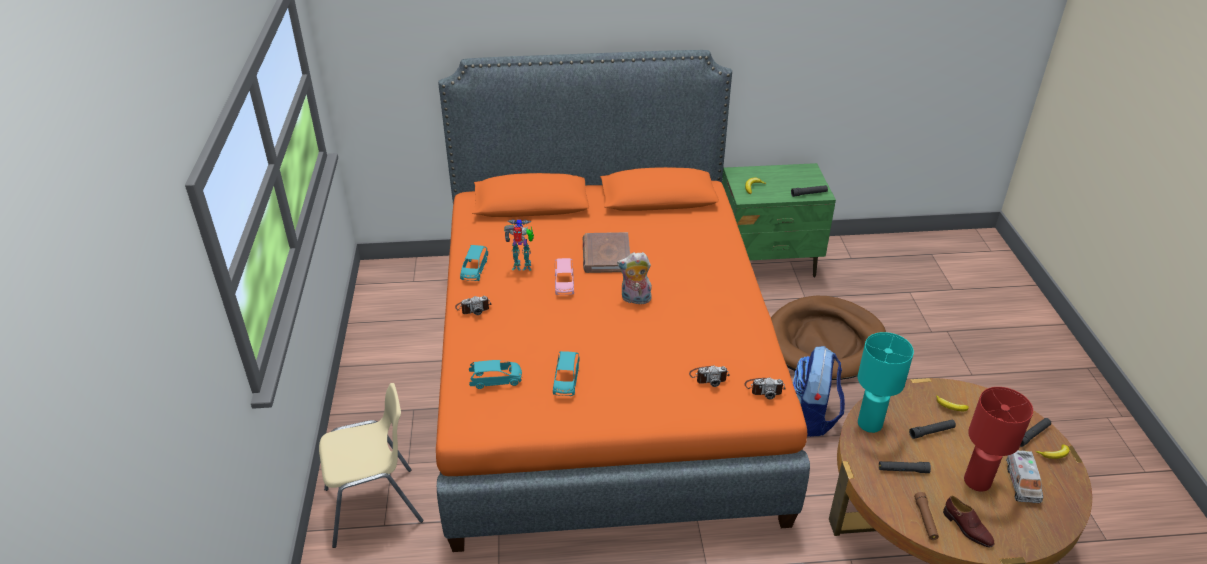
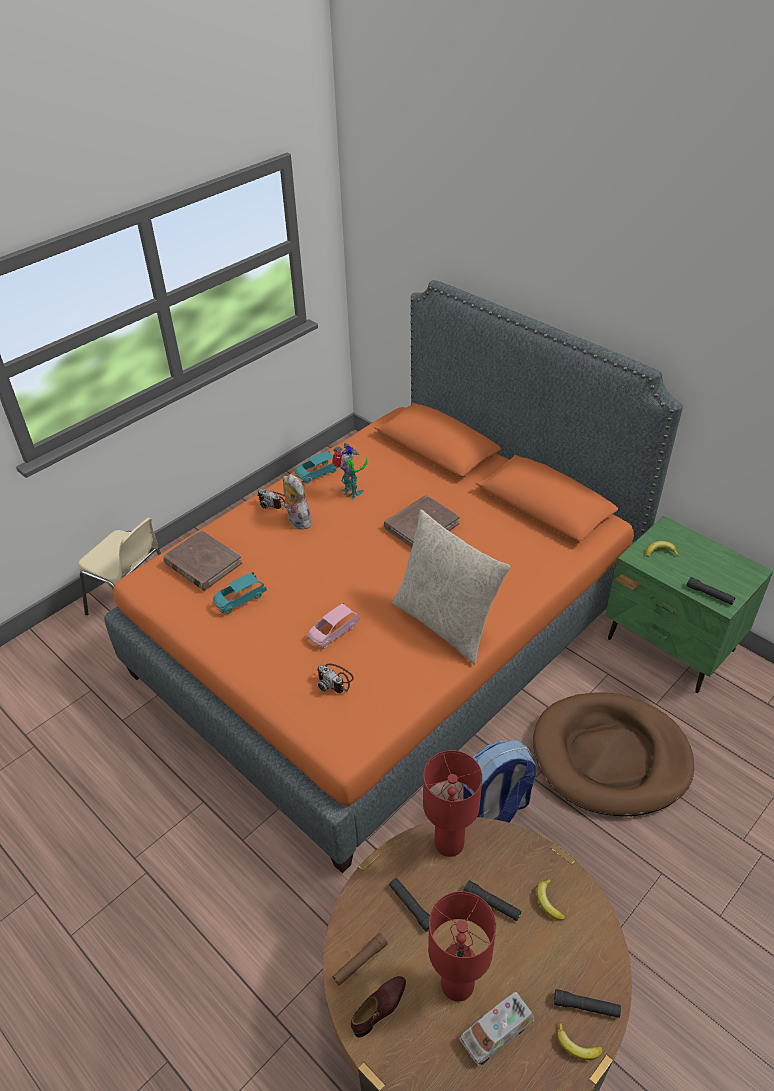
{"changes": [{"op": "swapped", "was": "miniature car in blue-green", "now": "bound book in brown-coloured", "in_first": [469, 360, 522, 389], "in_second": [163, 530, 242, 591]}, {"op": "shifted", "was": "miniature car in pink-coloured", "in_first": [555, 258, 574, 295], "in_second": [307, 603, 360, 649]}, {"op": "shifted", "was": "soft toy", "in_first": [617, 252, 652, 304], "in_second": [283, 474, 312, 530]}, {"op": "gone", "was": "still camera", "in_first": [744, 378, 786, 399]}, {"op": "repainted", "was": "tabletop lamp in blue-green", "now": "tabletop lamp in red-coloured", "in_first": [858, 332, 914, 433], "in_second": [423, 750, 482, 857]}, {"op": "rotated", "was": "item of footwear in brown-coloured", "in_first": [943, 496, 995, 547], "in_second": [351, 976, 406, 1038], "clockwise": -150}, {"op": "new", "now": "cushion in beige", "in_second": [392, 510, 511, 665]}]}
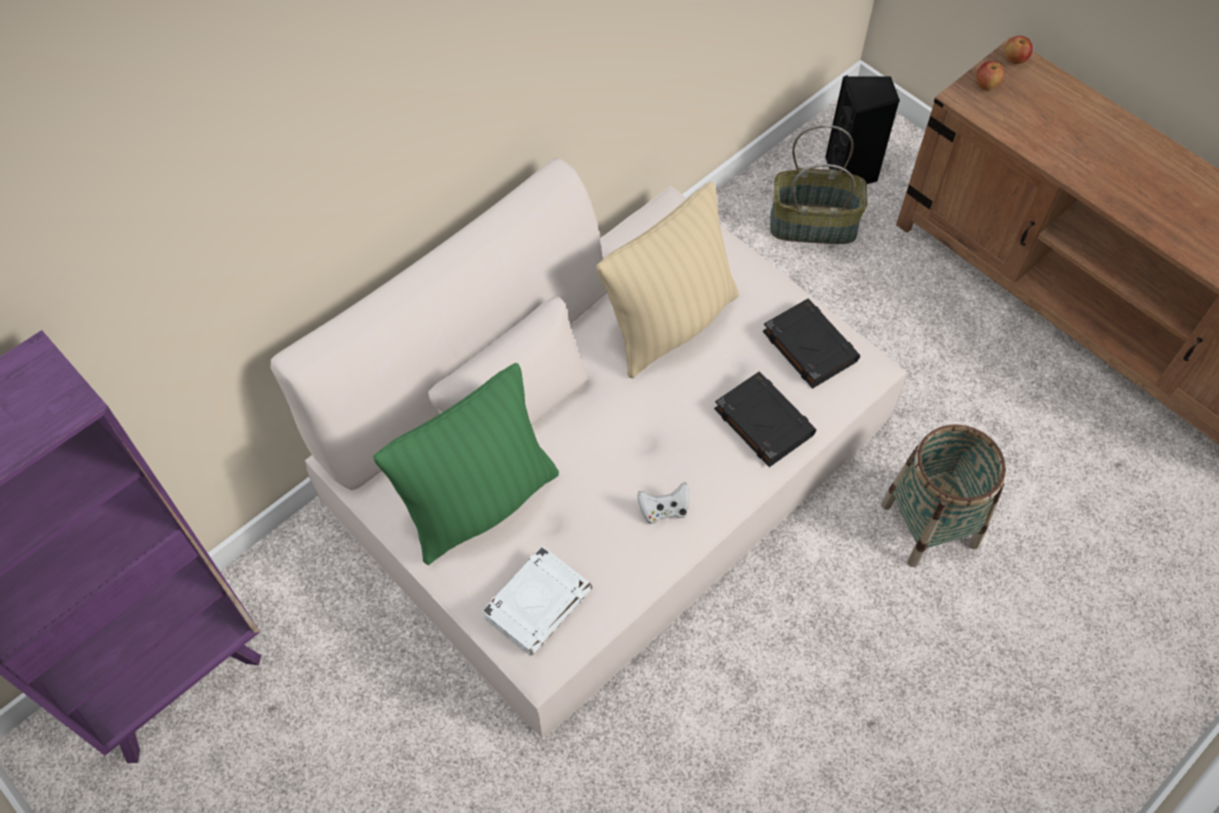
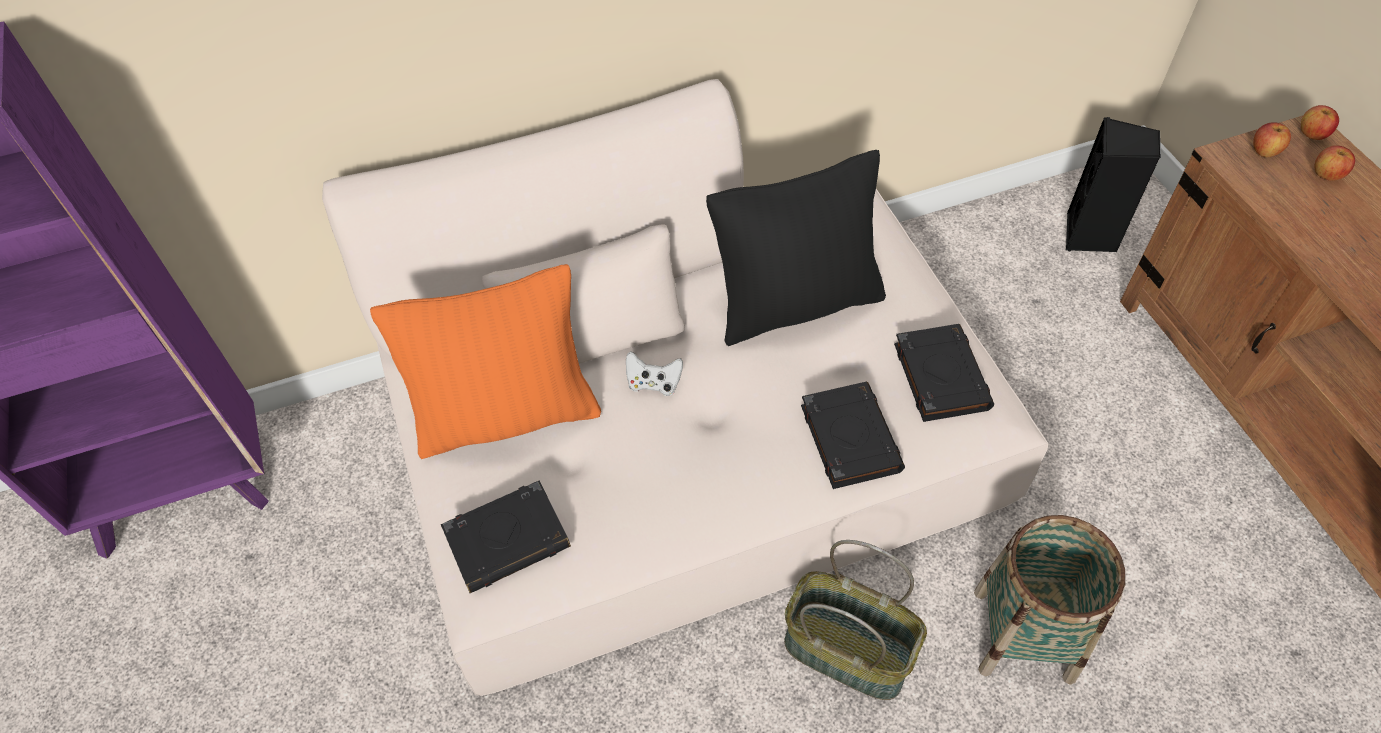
{"changes": [{"op": "repainted", "was": "cushion in greenish", "now": "cushion in orange-coloured", "in_first": [373, 363, 559, 565], "in_second": [370, 264, 601, 459]}, {"op": "repainted", "was": "bound book in whitish", "now": "bound book in black", "in_first": [481, 546, 592, 656], "in_second": [441, 481, 571, 593]}, {"op": "repainted", "was": "cushion in beige", "now": "cushion in black", "in_first": [596, 182, 739, 379], "in_second": [706, 150, 886, 346]}, {"op": "shifted", "was": "joypad in whitish", "in_first": [637, 482, 689, 524], "in_second": [626, 351, 683, 396]}, {"op": "shifted", "was": "basket", "in_first": [770, 125, 868, 244], "in_second": [784, 540, 927, 700]}, {"op": "new", "now": "apple fruit", "in_second": [1315, 145, 1355, 181]}]}
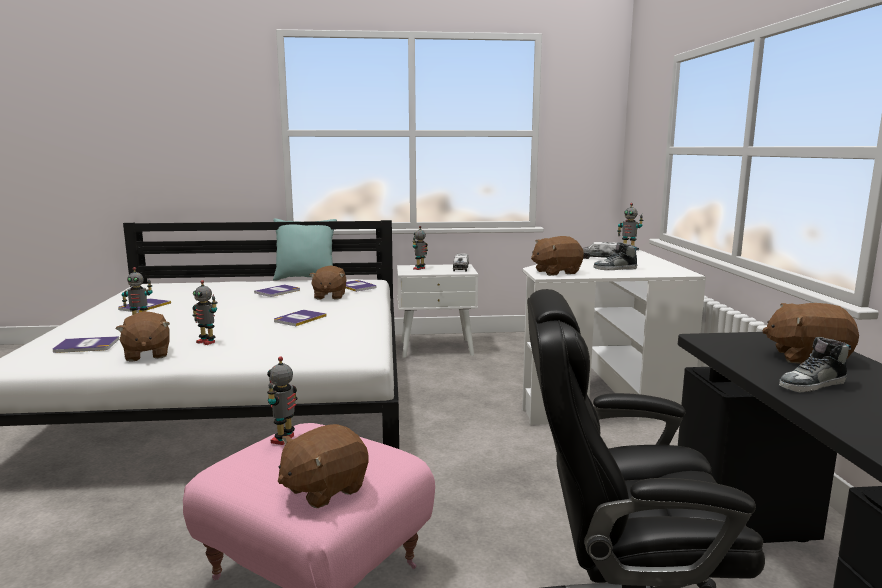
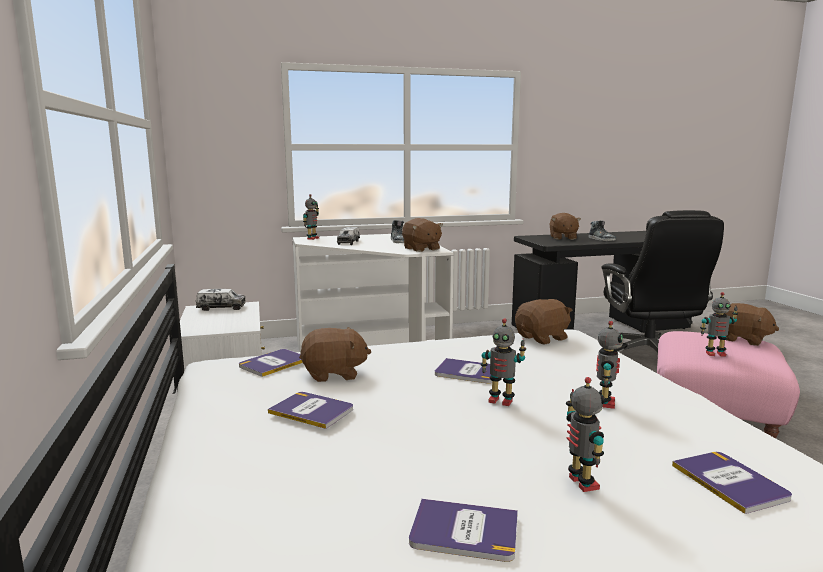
{"changes": [{"op": "shifted", "was": "soft toy in brown-coloured", "in_first": [115, 311, 170, 362], "in_second": [515, 299, 572, 344]}, {"op": "gone", "was": "cushion in blue-green", "in_first": [273, 218, 337, 281]}, {"op": "shifted", "was": "toy robot", "in_first": [412, 226, 428, 270], "in_second": [481, 318, 526, 406]}]}
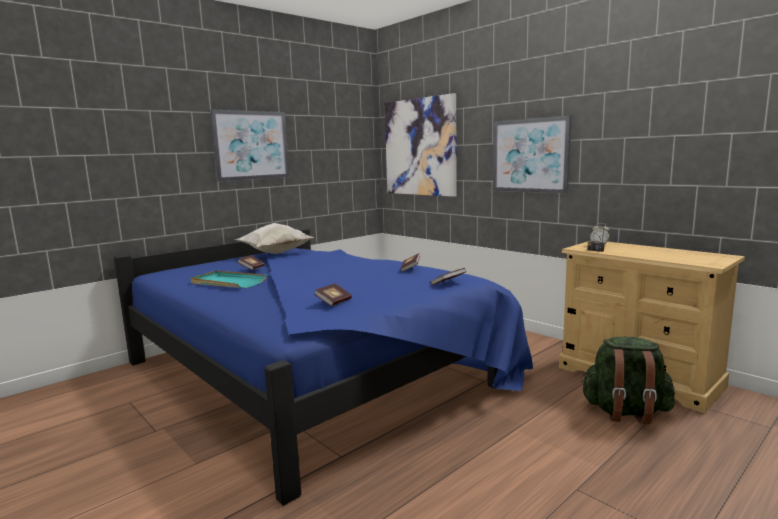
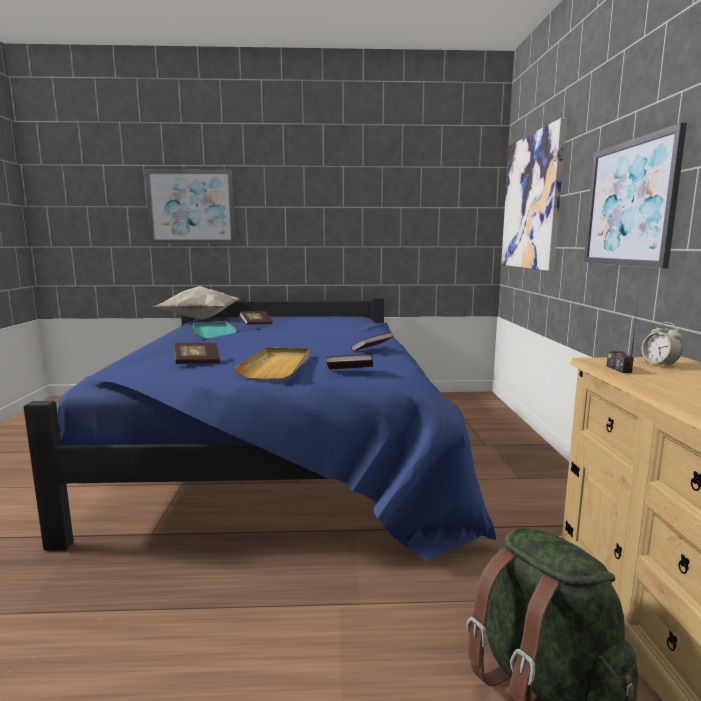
{"changes": [{"op": "shifted", "was": "picture", "in_first": [210, 110, 289, 181], "in_second": [145, 169, 236, 244]}, {"op": "shifted", "was": "cushion in whitish", "in_first": [236, 223, 314, 254], "in_second": [152, 286, 240, 319]}, {"op": "new", "now": "tray in beige", "in_second": [233, 348, 309, 380]}]}
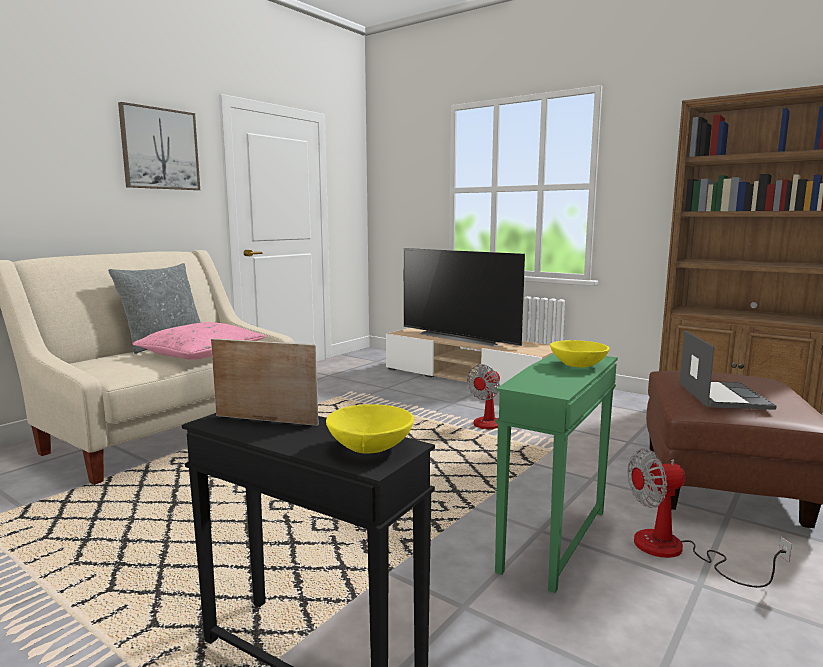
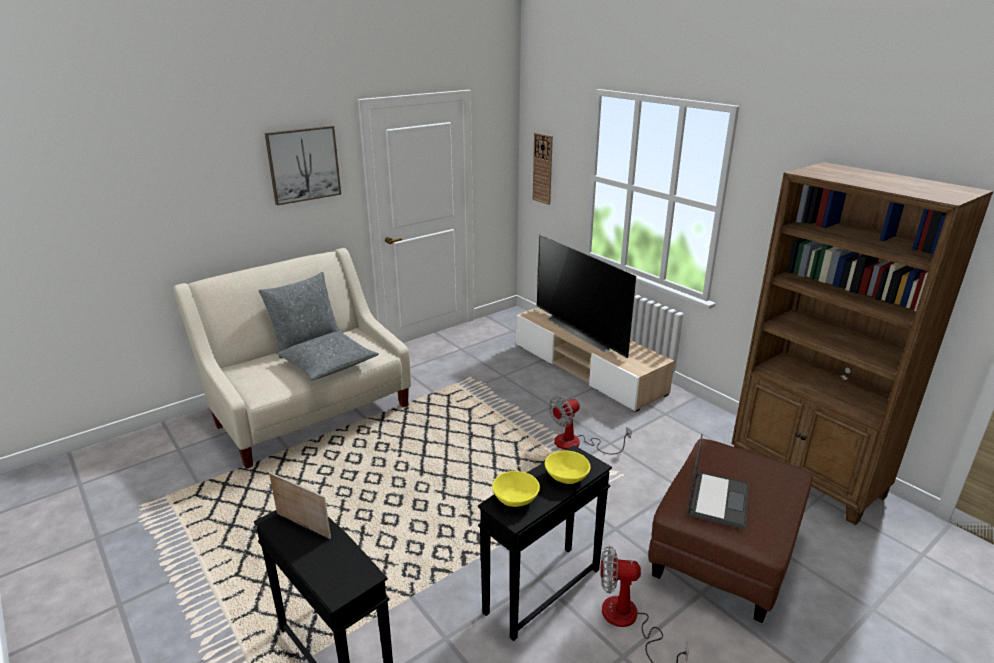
{"changes": [{"op": "repainted", "was": "cushion in pink-coloured", "now": "cushion in grey", "in_first": [132, 322, 266, 360], "in_second": [277, 331, 379, 380]}, {"op": "shifted", "was": "bowl in yellowish", "in_first": [326, 404, 414, 454], "in_second": [492, 471, 540, 507]}, {"op": "repainted", "was": "side table in greenish", "now": "side table in black", "in_first": [495, 353, 618, 593], "in_second": [478, 445, 612, 641]}, {"op": "new", "now": "clock on the wall", "in_second": [532, 132, 553, 205]}]}
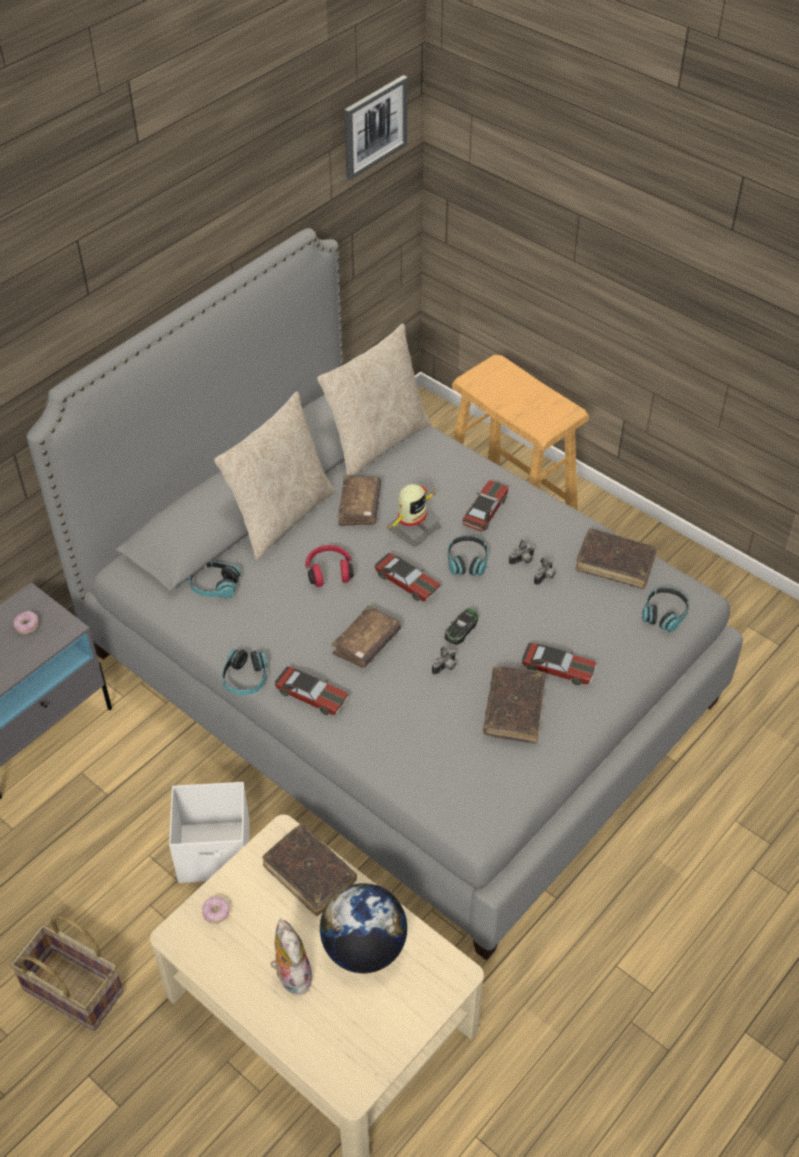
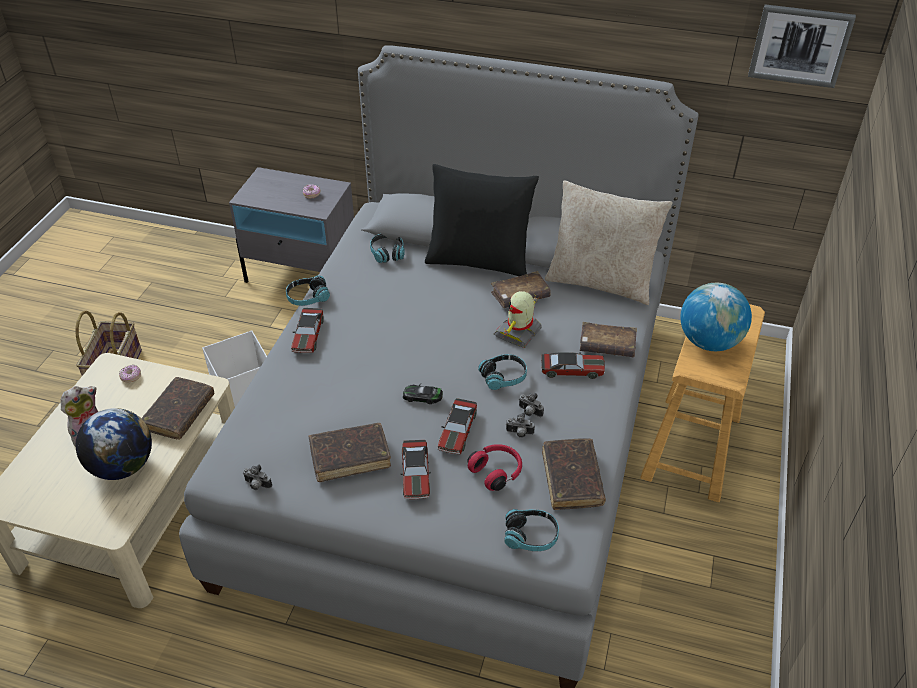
{"changes": [{"op": "repainted", "was": "cushion in beige", "now": "cushion in black", "in_first": [214, 392, 335, 560], "in_second": [425, 164, 539, 276]}, {"op": "shifted", "was": "pair of headphones in red-coloured", "in_first": [305, 545, 354, 587], "in_second": [467, 444, 522, 491]}, {"op": "shifted", "was": "bound book in brown-coloured", "in_first": [331, 605, 401, 668], "in_second": [580, 322, 637, 357]}, {"op": "shifted", "was": "miniature car", "in_first": [374, 553, 441, 601], "in_second": [438, 398, 477, 454]}, {"op": "rotated", "was": "toy robot", "in_first": [385, 484, 441, 547], "in_second": [494, 291, 542, 348], "clockwise": 105}, {"op": "shifted", "was": "still camera", "in_first": [432, 646, 456, 675], "in_second": [243, 464, 272, 490]}, {"op": "new", "now": "world globe", "in_second": [680, 283, 752, 351]}]}
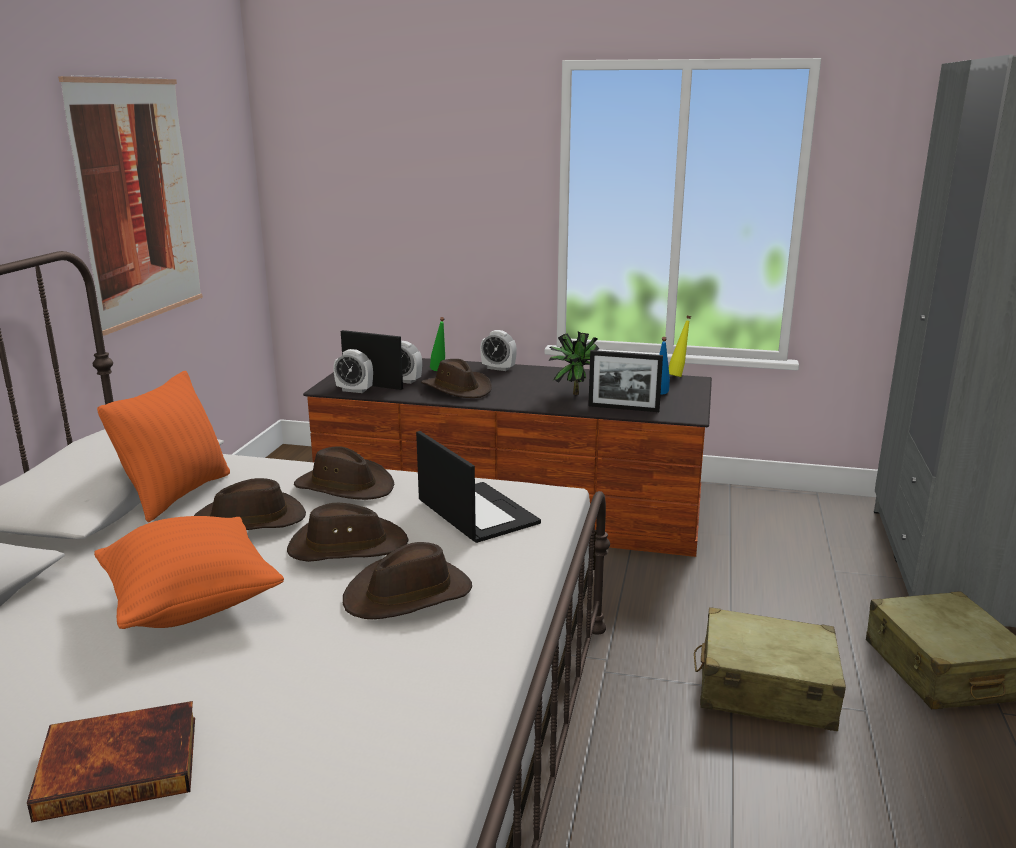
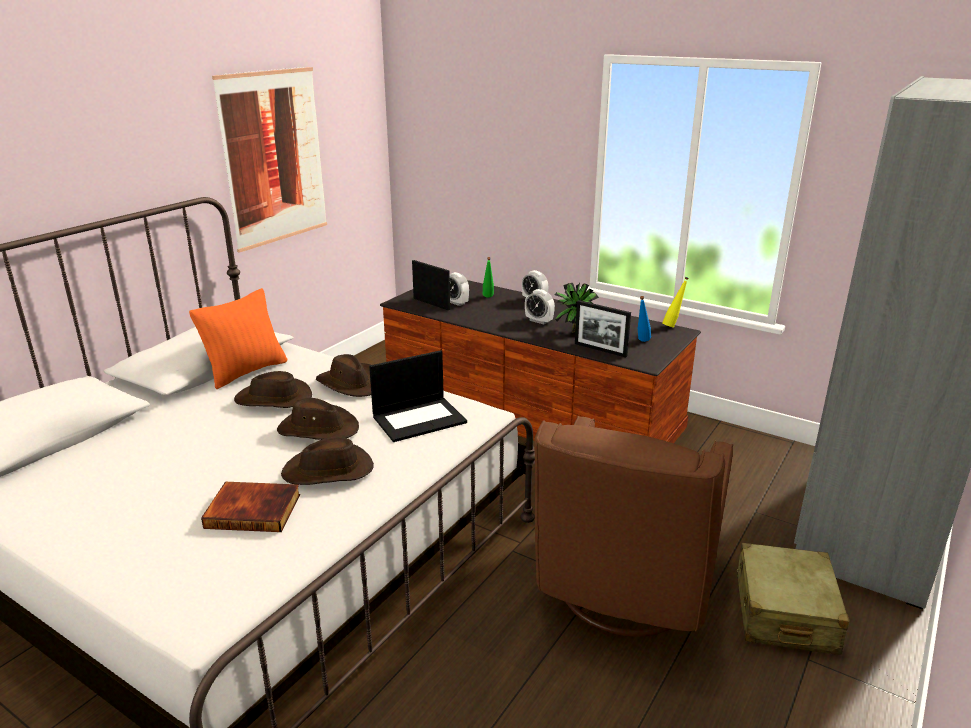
{"changes": [{"op": "shifted", "was": "bound book", "in_first": [27, 701, 195, 823], "in_second": [201, 482, 300, 532]}, {"op": "gone", "was": "cushion in orange-coloured", "in_first": [94, 516, 284, 629]}, {"op": "shifted", "was": "bedside clock", "in_first": [333, 349, 373, 393], "in_second": [525, 289, 555, 324]}, {"op": "rotated", "was": "notebook computer", "in_first": [416, 431, 541, 543], "in_second": [369, 350, 467, 442], "clockwise": 75}, {"op": "gone", "was": "clothing hat in brown-coloured", "in_first": [421, 359, 492, 398]}, {"op": "swapped", "was": "travel case in beige", "now": "lounge chair in brown-coloured", "in_first": [694, 607, 846, 731], "in_second": [534, 416, 733, 637]}]}
